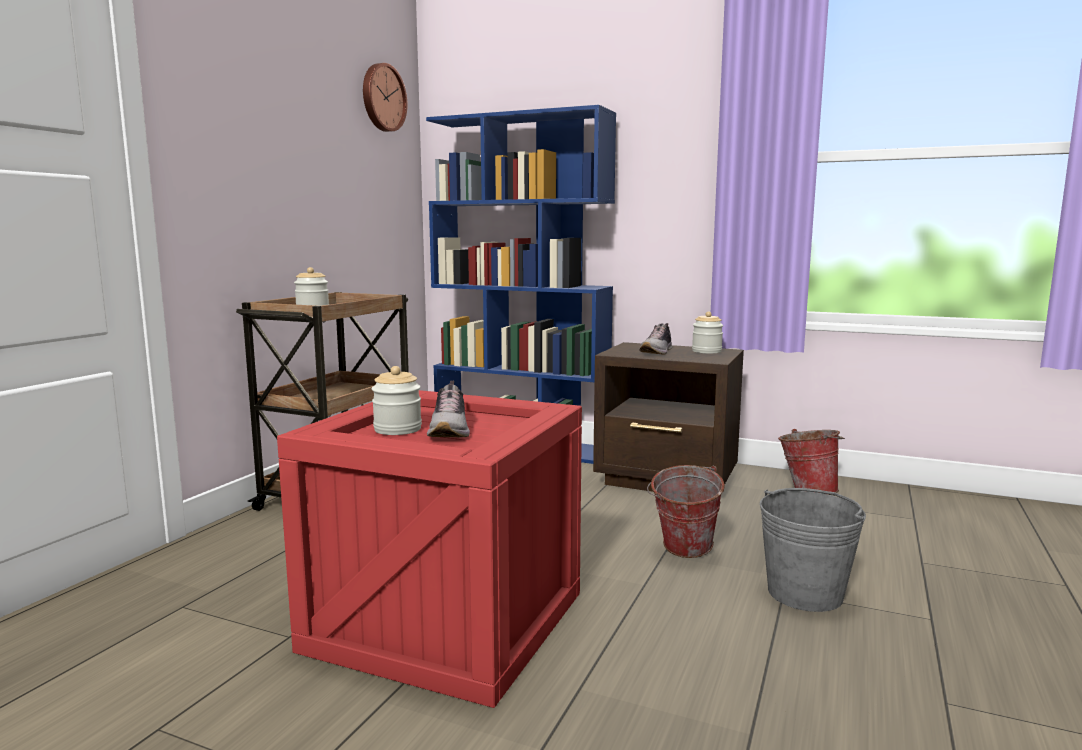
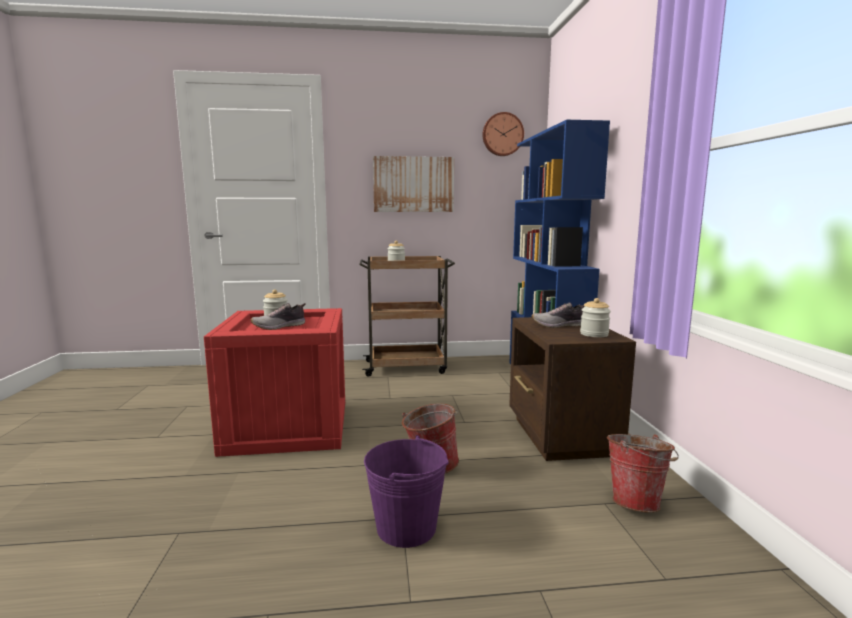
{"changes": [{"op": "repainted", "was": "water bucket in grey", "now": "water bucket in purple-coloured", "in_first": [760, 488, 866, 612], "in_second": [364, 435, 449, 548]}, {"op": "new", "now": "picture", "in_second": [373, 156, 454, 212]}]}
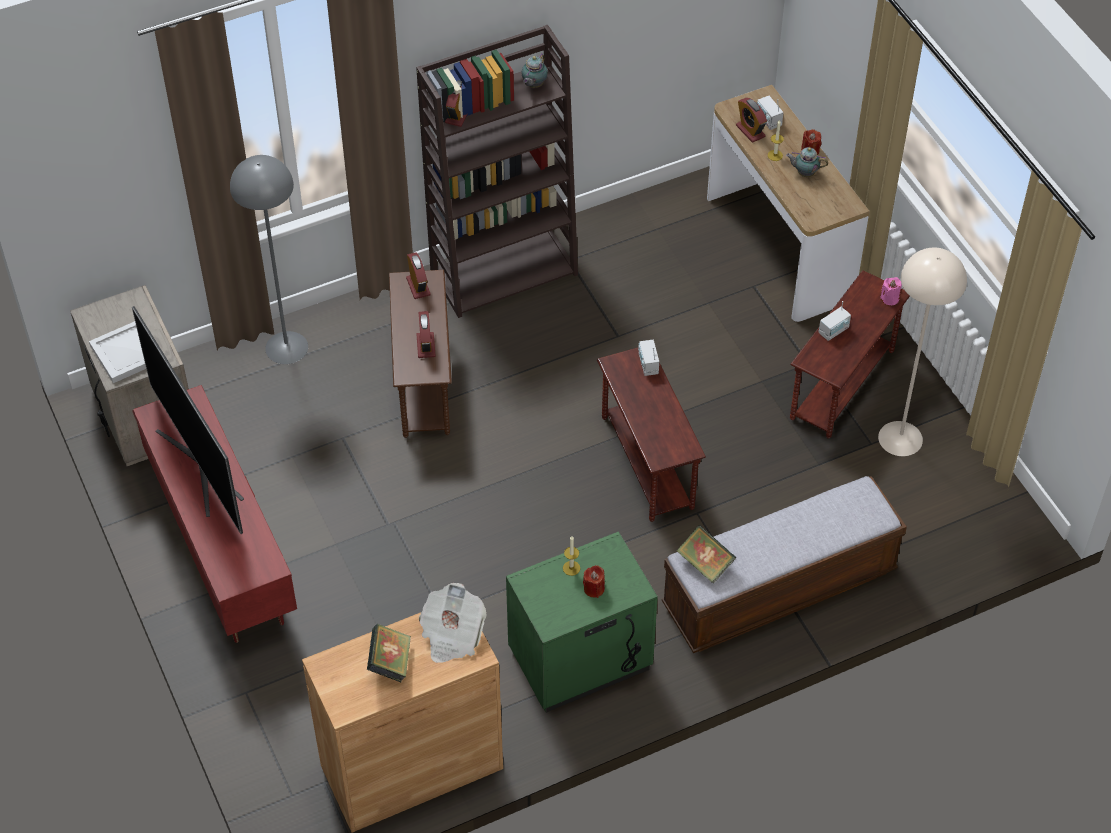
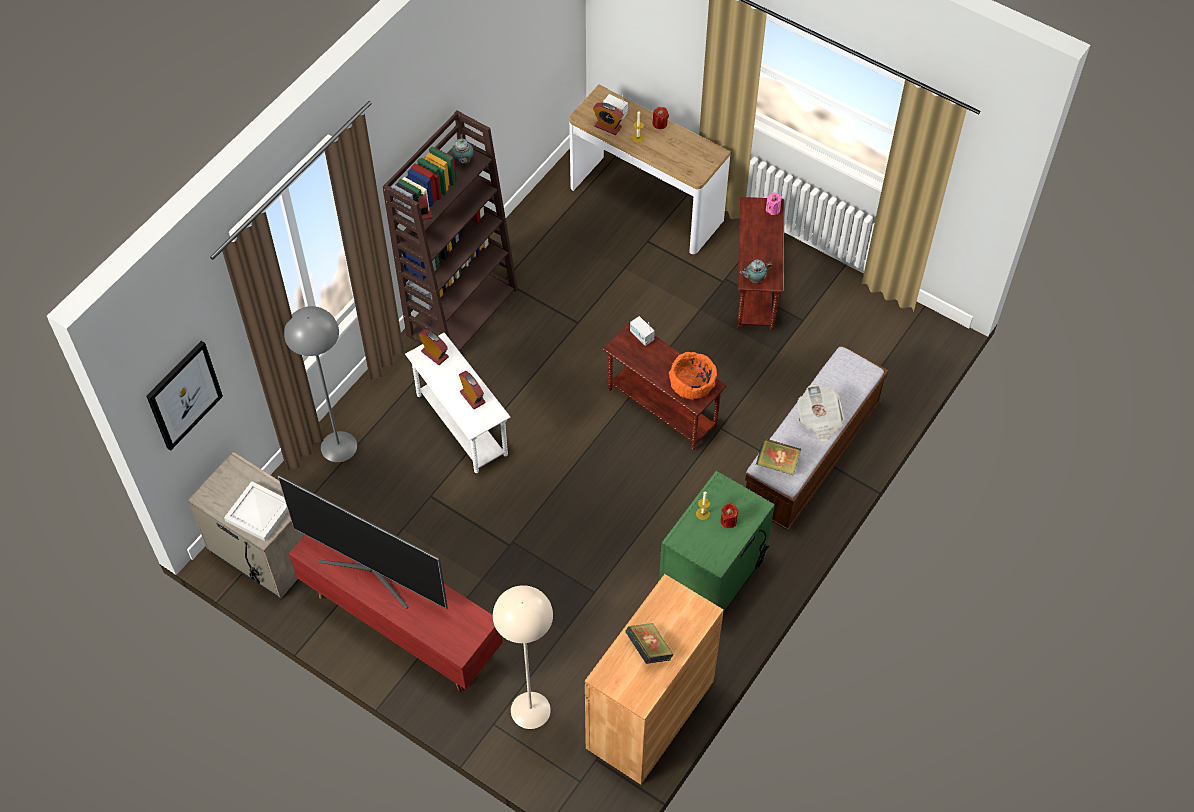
{"changes": [{"op": "repainted", "was": "side table in brown-coloured", "now": "side table in whitish", "in_first": [389, 270, 452, 438], "in_second": [405, 333, 510, 473]}, {"op": "shifted", "was": "printed paper", "in_first": [419, 583, 487, 663], "in_second": [798, 384, 844, 442]}, {"op": "shifted", "was": "tea pot", "in_first": [786, 147, 828, 177], "in_second": [740, 260, 773, 283]}, {"op": "gone", "was": "radio set", "in_first": [818, 301, 851, 341]}, {"op": "shifted", "was": "standard lamp in beige", "in_first": [878, 248, 967, 456], "in_second": [493, 585, 553, 729]}, {"op": "new", "now": "picture", "in_second": [146, 341, 223, 451]}, {"op": "new", "now": "bowl in orange-coloured", "in_second": [669, 352, 717, 399]}]}
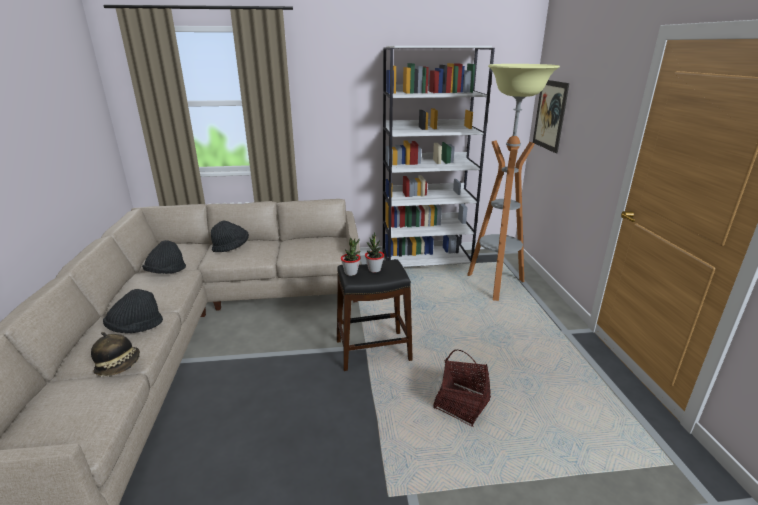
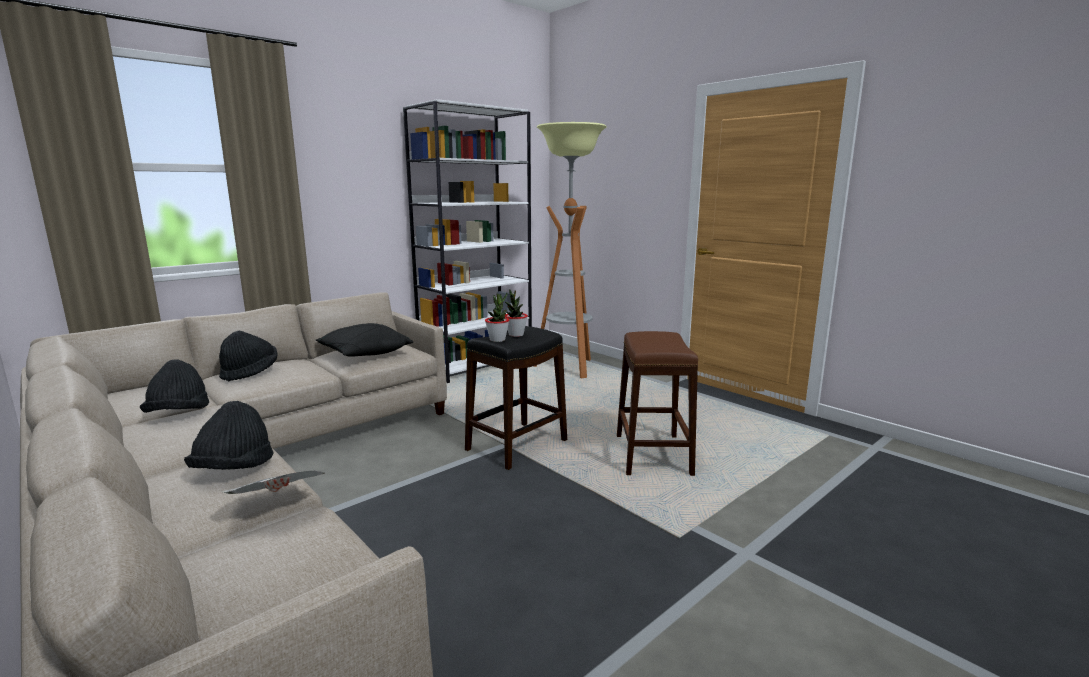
{"changes": [{"op": "swapped", "was": "clothing hat", "now": "printed paper", "in_first": [91, 332, 140, 376], "in_second": [219, 471, 325, 494]}, {"op": "swapped", "was": "basket", "now": "sitting stool in brown-coloured", "in_first": [433, 350, 491, 427], "in_second": [617, 331, 698, 476]}, {"op": "gone", "was": "picture", "in_first": [533, 80, 569, 153]}, {"op": "new", "now": "cushion in black", "in_second": [316, 323, 413, 357]}]}
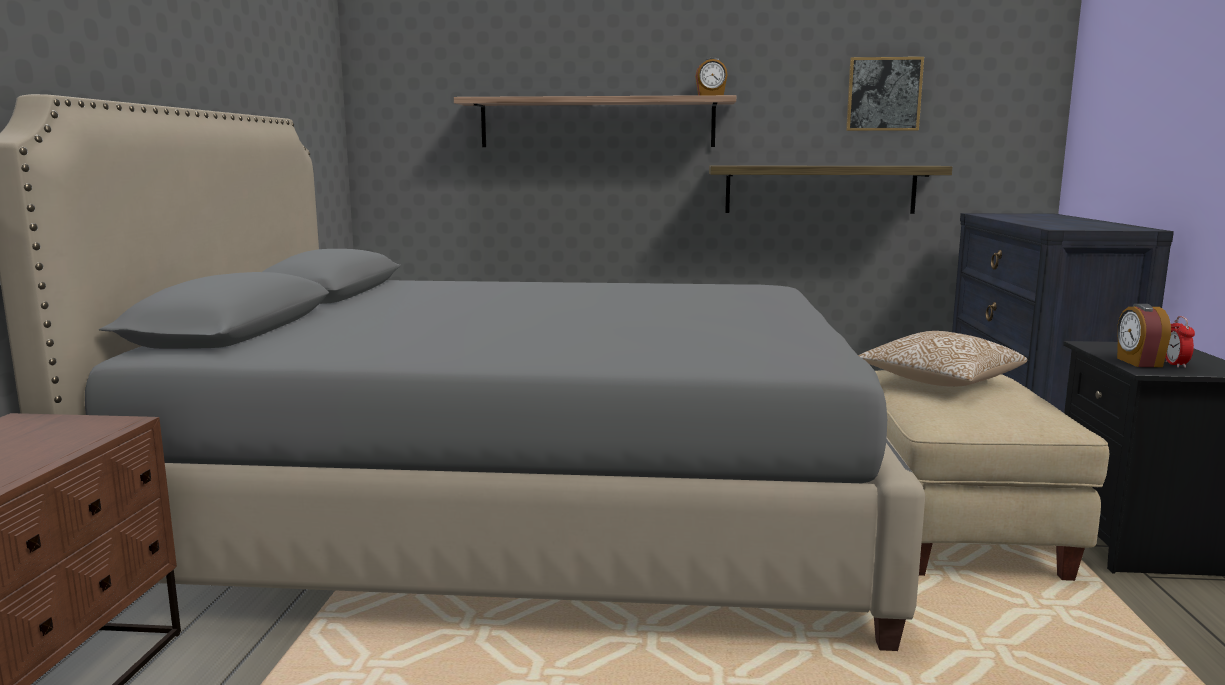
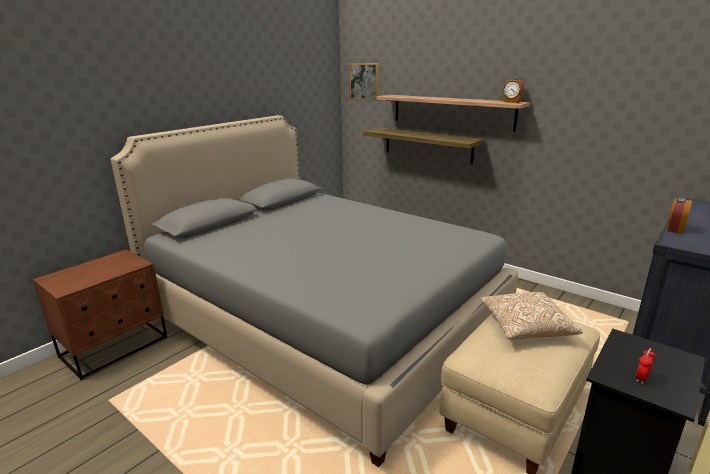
{"changes": [{"op": "shifted", "was": "shelf", "in_first": [709, 166, 952, 214], "in_second": [364, 128, 484, 165]}, {"op": "shifted", "was": "picture", "in_first": [846, 57, 924, 131], "in_second": [349, 63, 378, 101]}, {"op": "shifted", "was": "bedside clock", "in_first": [1117, 304, 1171, 367], "in_second": [667, 197, 692, 234]}]}
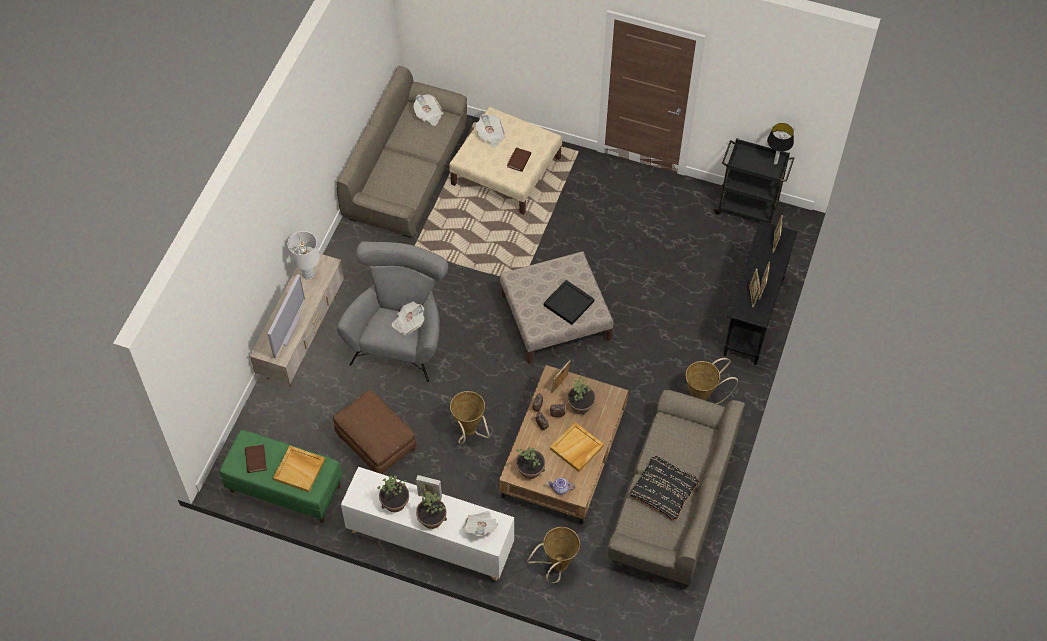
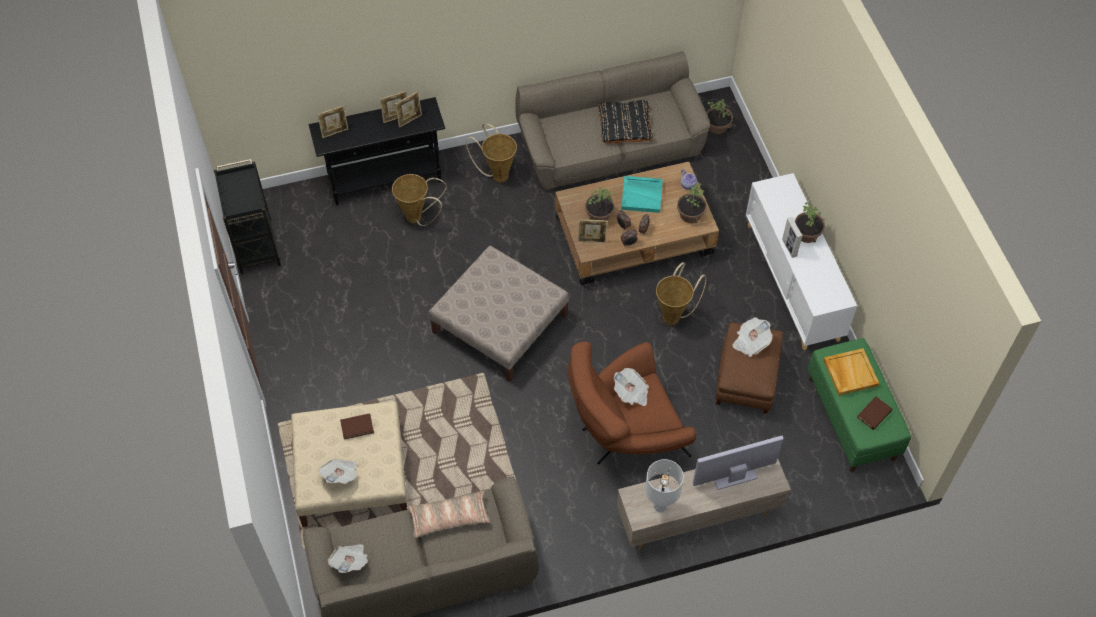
{"changes": [{"op": "repainted", "was": "lounge chair in grey", "now": "lounge chair in brown-coloured", "in_first": [337, 242, 448, 382], "in_second": [568, 342, 696, 464]}, {"op": "shifted", "was": "plant in a pot", "in_first": [377, 476, 409, 512], "in_second": [707, 99, 733, 134]}, {"op": "shifted", "was": "printed paper", "in_first": [463, 511, 498, 536], "in_second": [733, 317, 773, 357]}, {"op": "shifted", "was": "basket", "in_first": [527, 527, 580, 583], "in_second": [392, 174, 447, 226]}, {"op": "gone", "was": "tray in black", "in_first": [544, 280, 594, 325]}, {"op": "repainted", "was": "tray in beige", "now": "tray in blue-green", "in_first": [550, 422, 604, 472], "in_second": [621, 176, 663, 213]}, {"op": "gone", "was": "tabletop lamp", "in_first": [767, 123, 794, 165]}, {"op": "new", "now": "cushion", "in_second": [407, 491, 490, 538]}]}
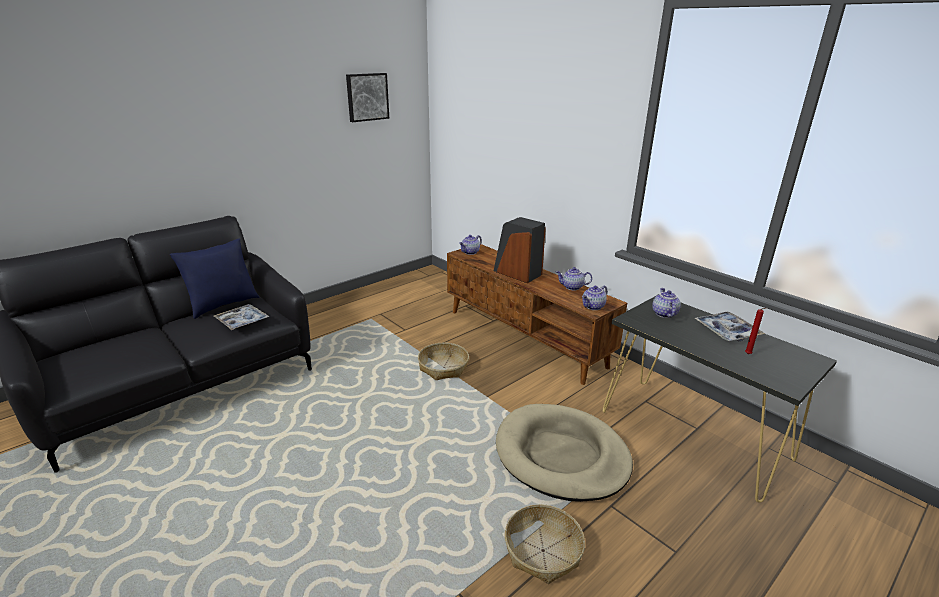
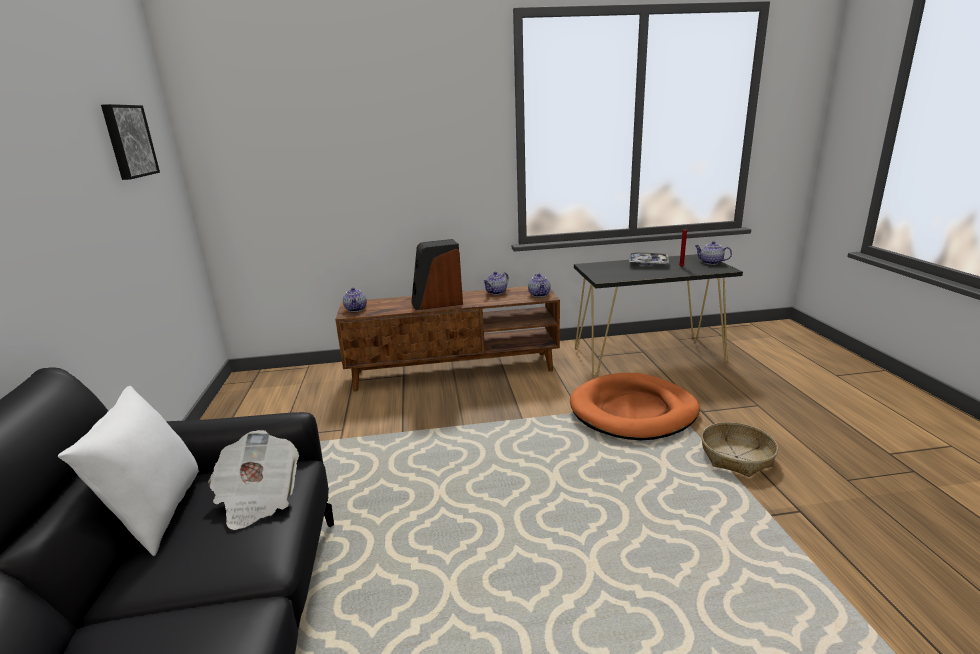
{"changes": [{"op": "repainted", "was": "cushion in blue", "now": "cushion in whitish", "in_first": [170, 238, 260, 319], "in_second": [58, 386, 199, 556]}, {"op": "swapped", "was": "tray", "now": "printed paper", "in_first": [214, 304, 269, 330], "in_second": [208, 430, 299, 530]}, {"op": "gone", "was": "basket", "in_first": [418, 343, 469, 380]}, {"op": "repainted", "was": "dog bed in beige", "now": "dog bed in orange-coloured", "in_first": [496, 404, 633, 502], "in_second": [570, 373, 700, 440]}, {"op": "shifted", "was": "tea pot", "in_first": [652, 288, 681, 318], "in_second": [694, 241, 732, 265]}]}
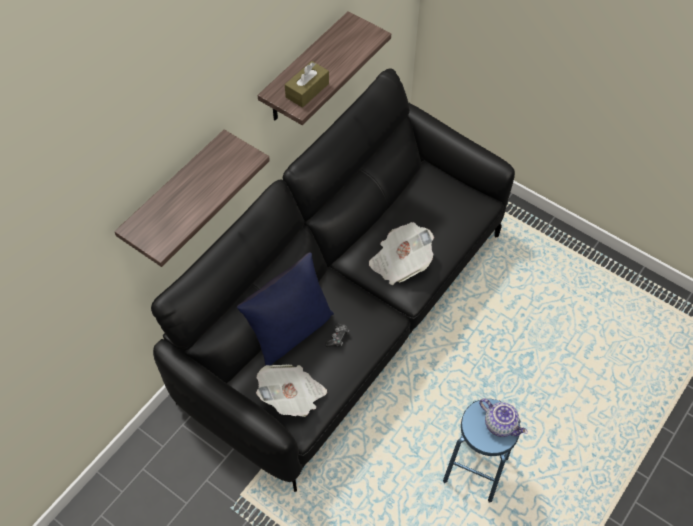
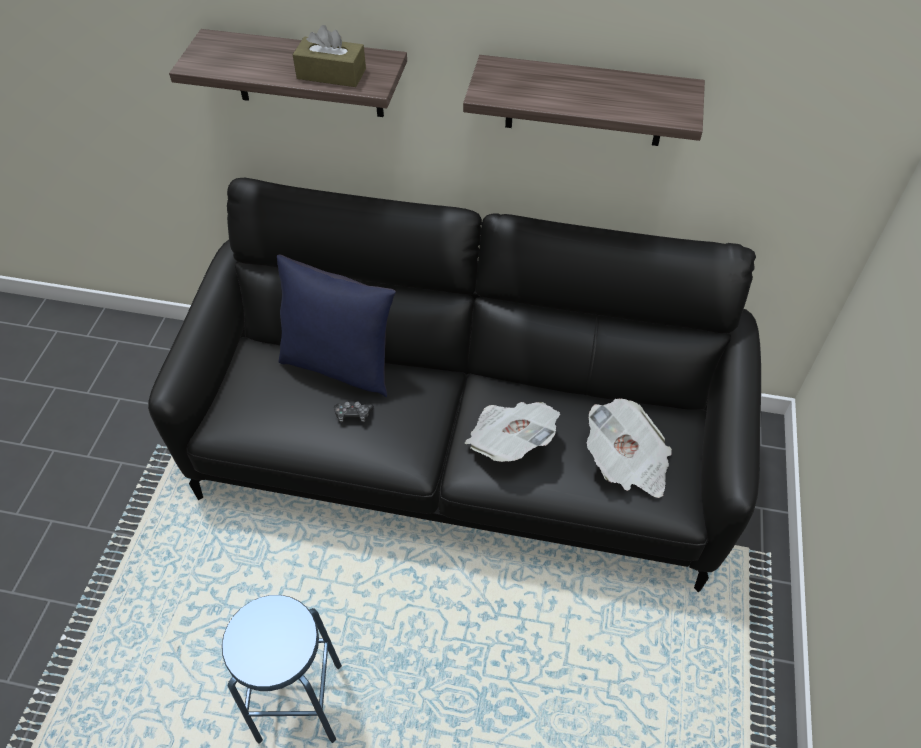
{"changes": [{"op": "shifted", "was": "printed paper", "in_first": [256, 365, 327, 417], "in_second": [586, 399, 672, 498]}, {"op": "shifted", "was": "tissue box in brown-coloured", "in_first": [285, 61, 329, 108], "in_second": [293, 25, 366, 87]}, {"op": "gone", "was": "tea pot", "in_first": [479, 399, 528, 437]}]}
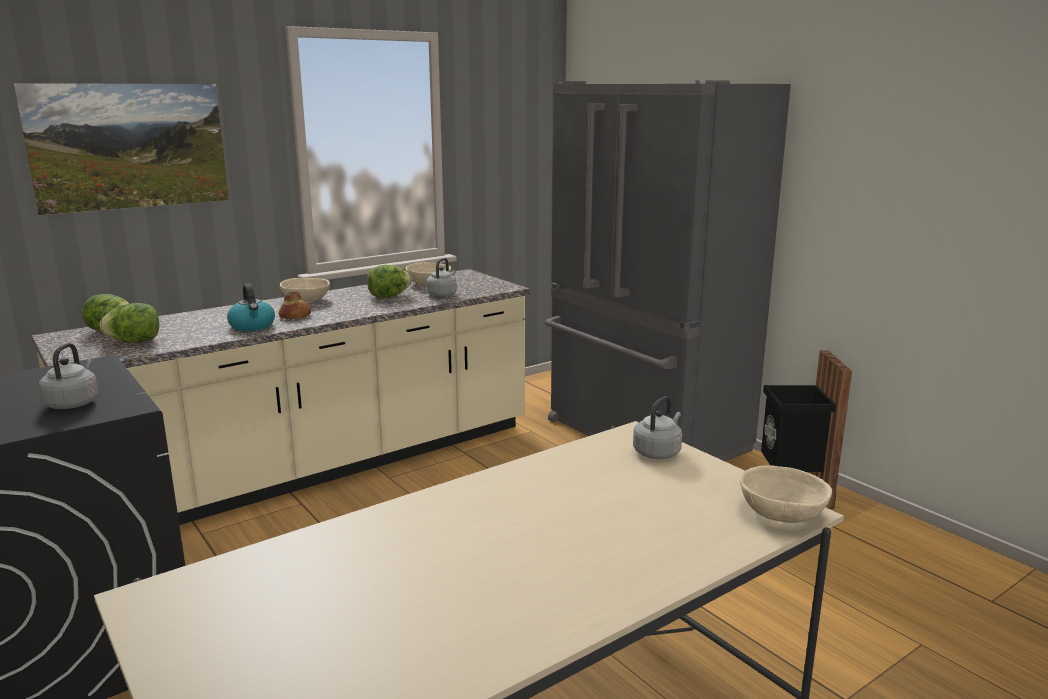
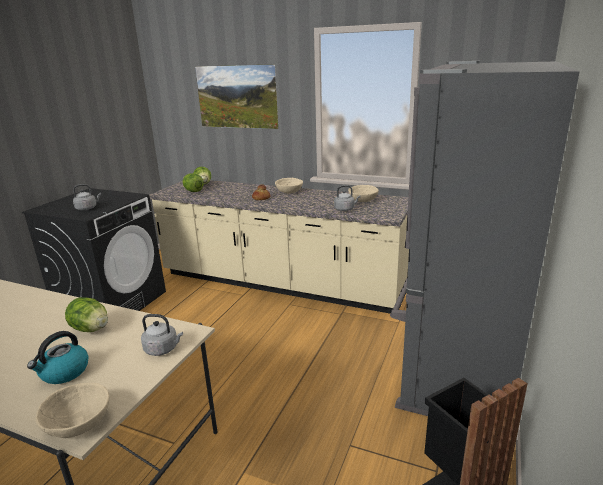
{"changes": [{"op": "shifted", "was": "water kettle", "in_first": [227, 283, 275, 331], "in_second": [27, 331, 88, 384]}, {"op": "shifted", "was": "lettuce", "in_first": [367, 265, 412, 298], "in_second": [65, 297, 108, 332]}]}
